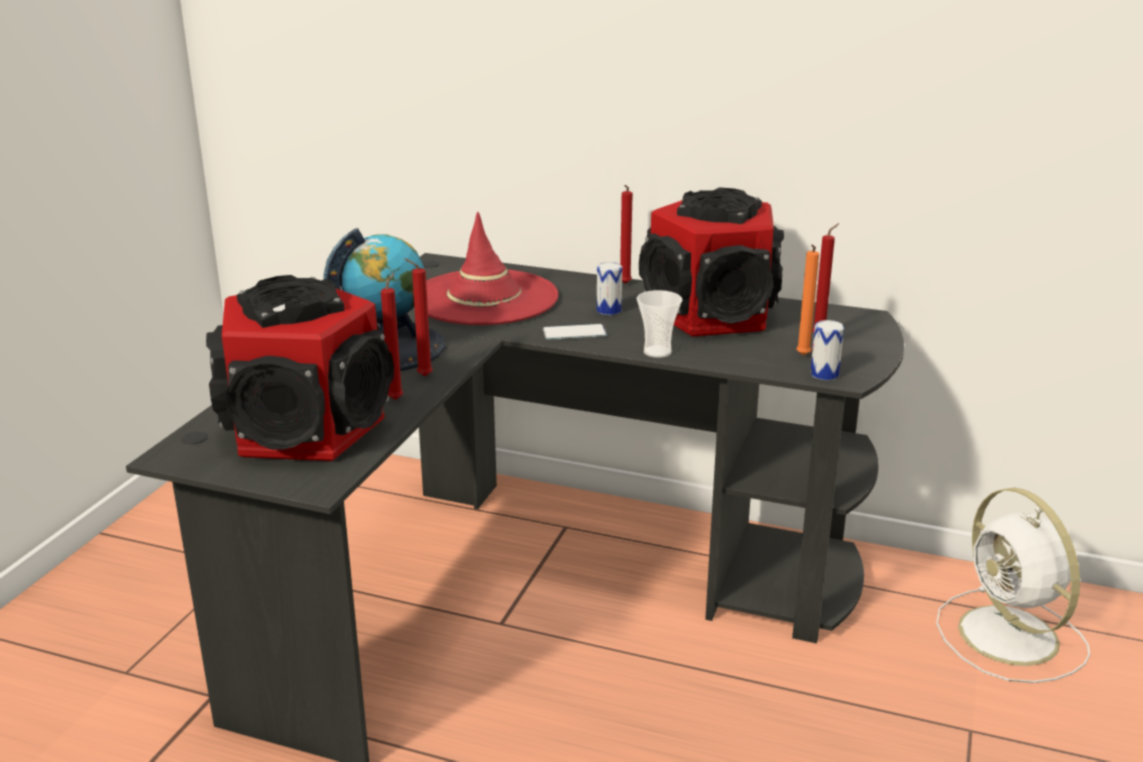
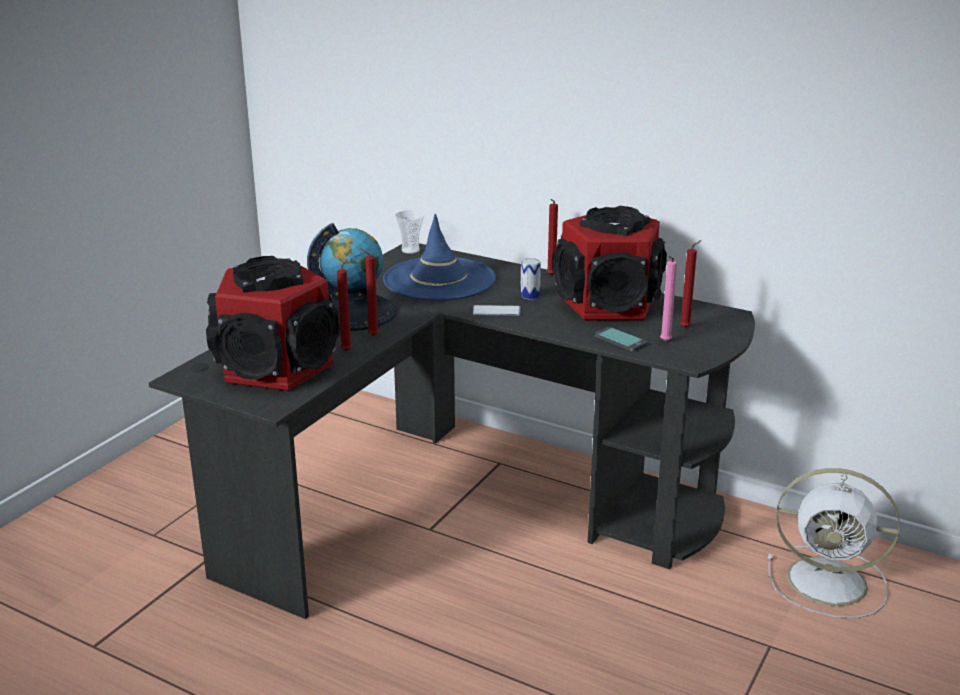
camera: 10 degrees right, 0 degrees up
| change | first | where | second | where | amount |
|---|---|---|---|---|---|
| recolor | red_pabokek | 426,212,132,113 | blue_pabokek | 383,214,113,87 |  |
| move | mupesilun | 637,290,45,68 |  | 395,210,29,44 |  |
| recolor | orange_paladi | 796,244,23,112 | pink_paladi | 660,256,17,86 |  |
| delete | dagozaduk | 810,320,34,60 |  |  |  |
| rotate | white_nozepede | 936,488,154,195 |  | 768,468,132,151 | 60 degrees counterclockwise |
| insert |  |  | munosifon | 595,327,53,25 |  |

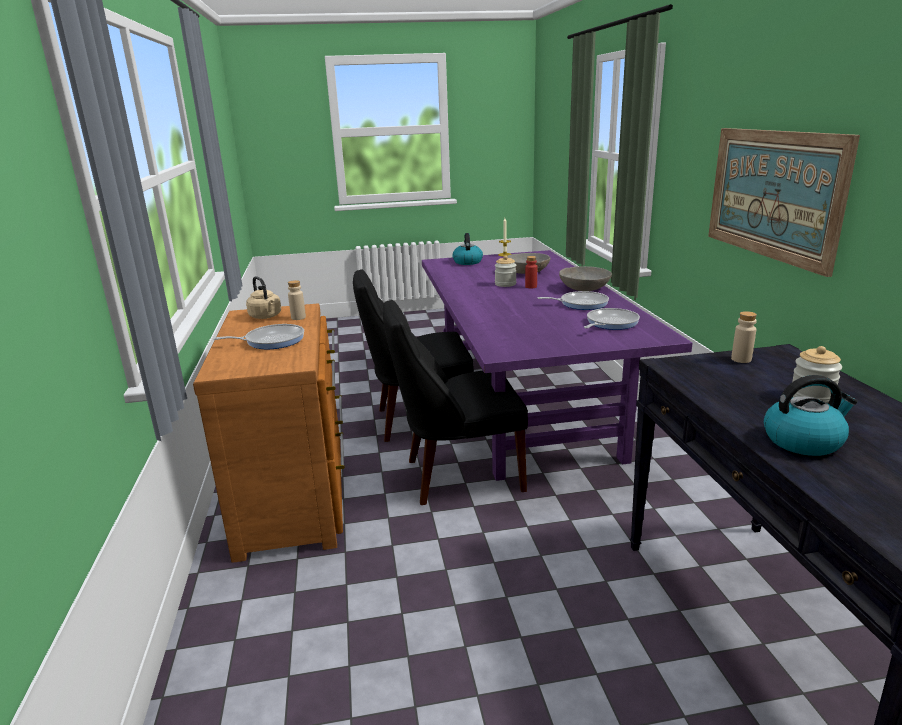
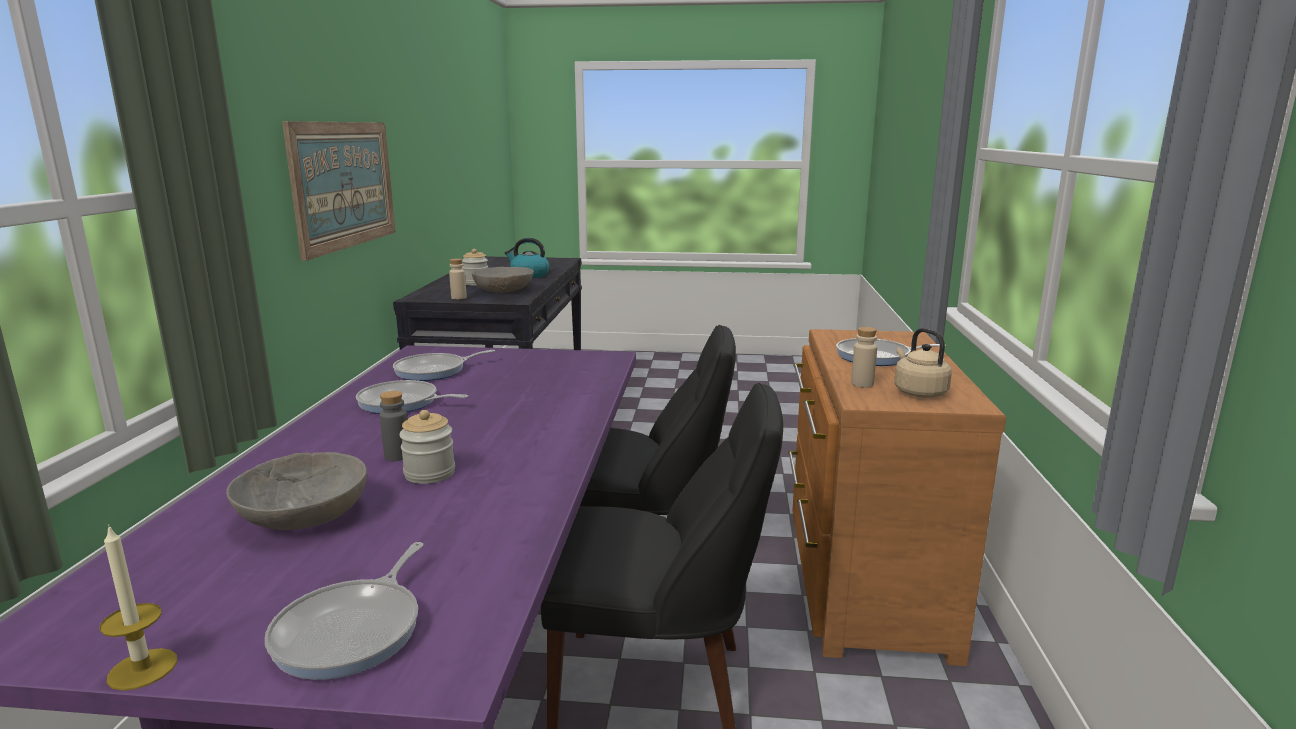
camera: 165 degrees left, 5 degrees down
| change | first | where | second | where | amount |
|---|---|---|---|---|---|
| replace | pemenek | 452,233,31,32 | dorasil | 265,542,158,138 |  |
| recolor | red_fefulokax | 525,256,12,32 | grey_fefulokax | 380,391,28,70 |  |
| move | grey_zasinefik | 559,266,53,25 |  | 472,267,62,26 |  |

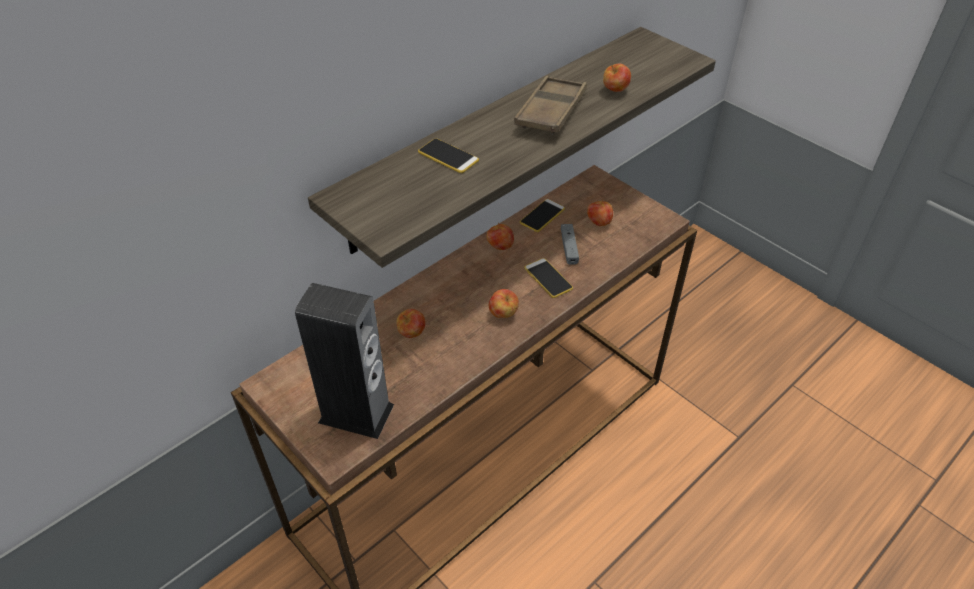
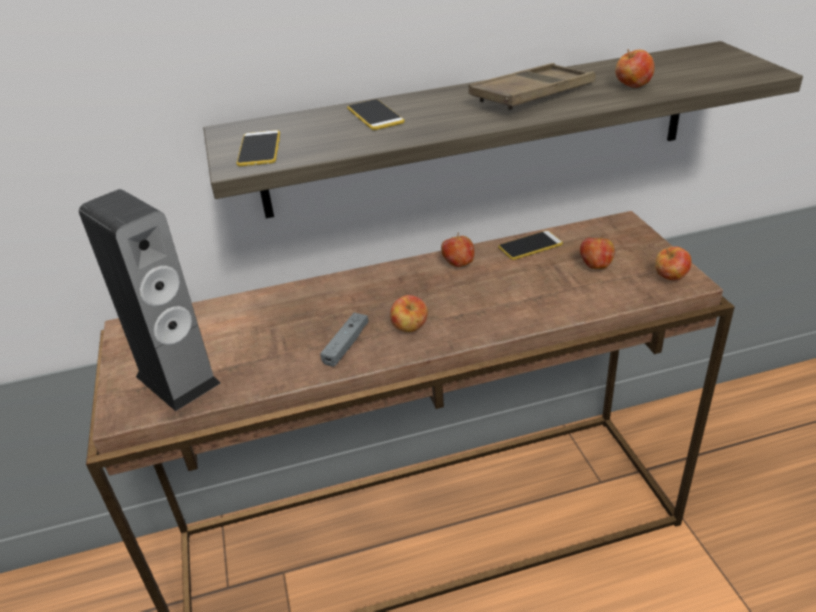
camera: 30 degrees right, 10 degrees down
| change | first | where | second | where | amount |
|---|---|---|---|---|---|
| move | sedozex | 397,309,28,29 |  | 655,246,36,34 |  |
| move | munosifon | 524,258,49,40 |  | 236,130,44,36 |  |
| move | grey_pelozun | 561,224,18,41 |  | 320,313,49,54 |  |

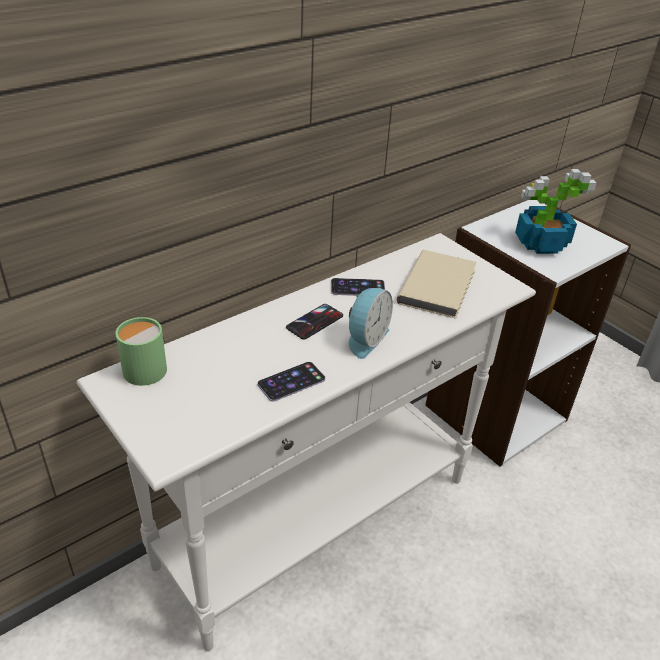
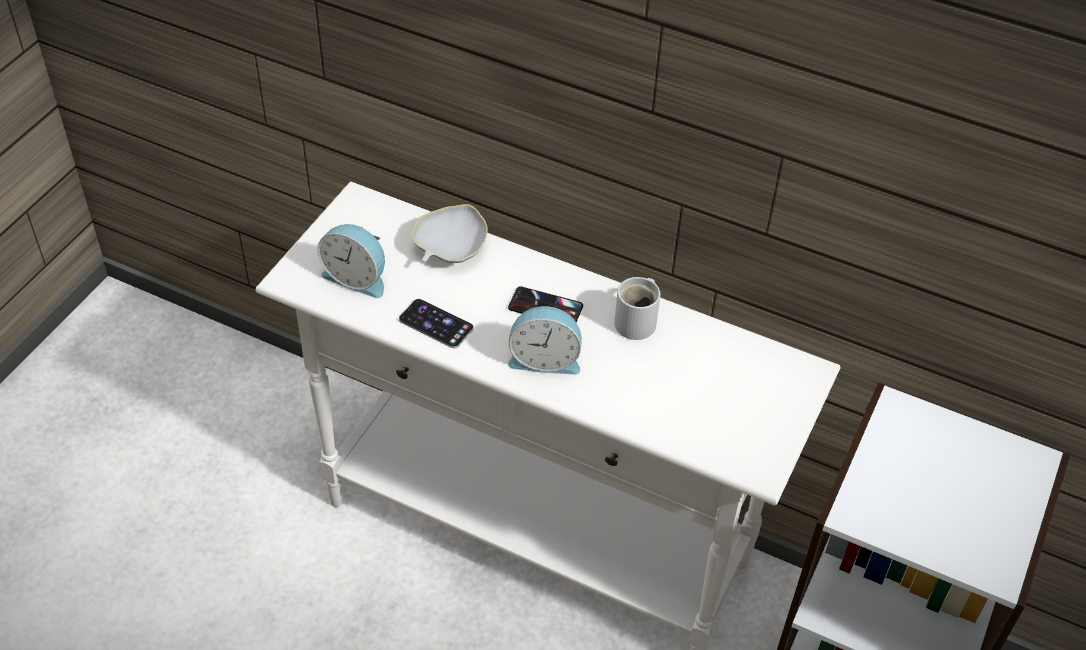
camera: 65 degrees right, 10 degrees up
| change | first | where | second | where | amount |
|---|---|---|---|---|---|
| delete | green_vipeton | 115,317,52,69 |  |  |  |
| replace | munosifon | 331,278,54,18 | white_vipeton | 614,277,46,63 |  |
| delete | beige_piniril | 397,250,80,69 |  |  |  |
| delete | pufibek | 515,169,82,85 |  |  |  |
| insert |  |  | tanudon | 318,224,67,74 |  |
| insert |  |  | white_zasinefik | 412,204,76,59 |  |

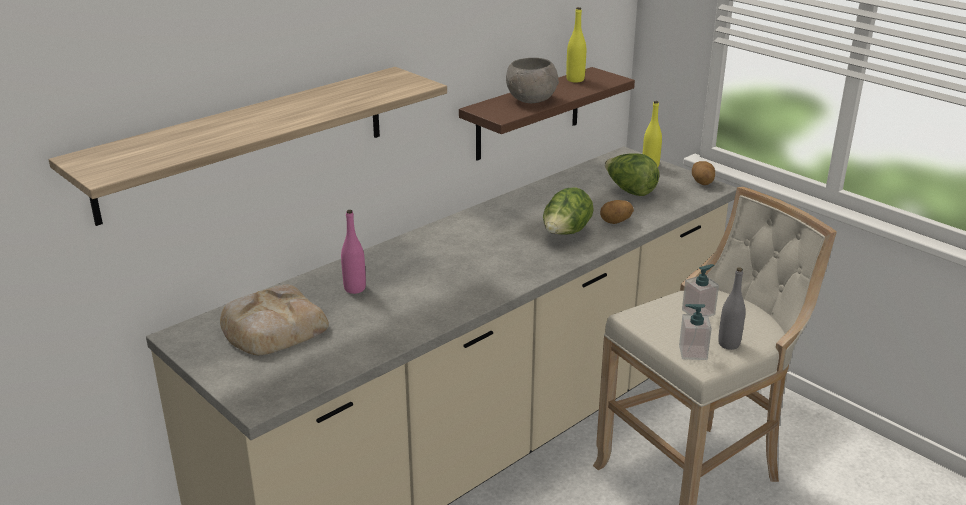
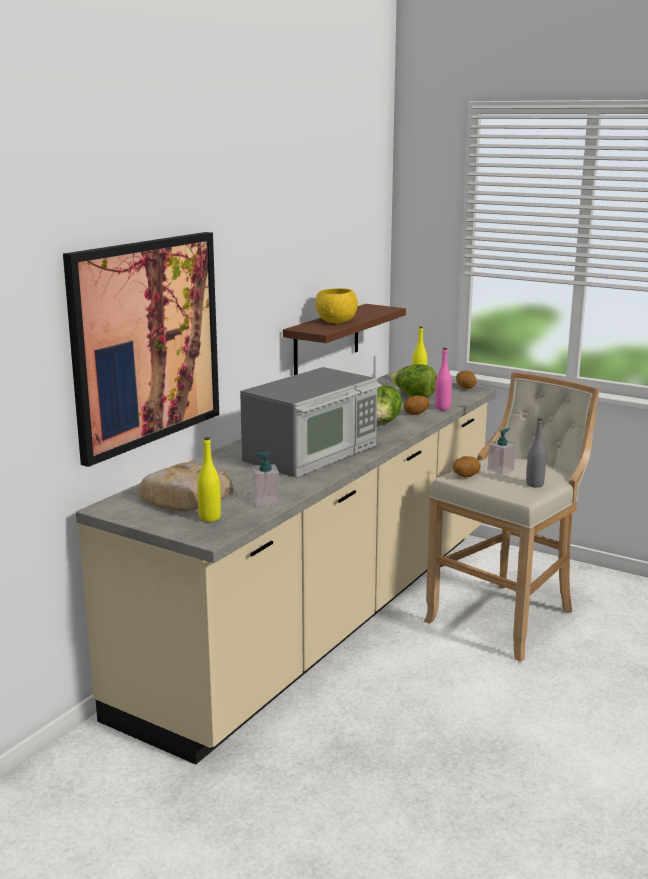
camera: 15 degrees left, 10 degrees down
| change | first | where | second | where | amount |
|---|---|---|---|---|---|
| replace | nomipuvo | 48,67,399,159 | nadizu | 63,232,156,235 |  |
| move | pink_fefulokax | 341,210,25,84 |  | 435,348,17,62 |  |
| recolor | grey_zasinefik | 506,58,53,45 | yellow_zasinefik | 315,288,43,35 |  |
| move | yellow_fefulokax | 566,7,20,76 |  | 197,437,24,85 |  |
| move | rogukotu | 679,304,33,56 |  | 252,452,27,54 |  |
| insert |  |  | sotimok | 240,367,142,111 |  |
| insert |  |  | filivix | 453,456,28,22 |  |

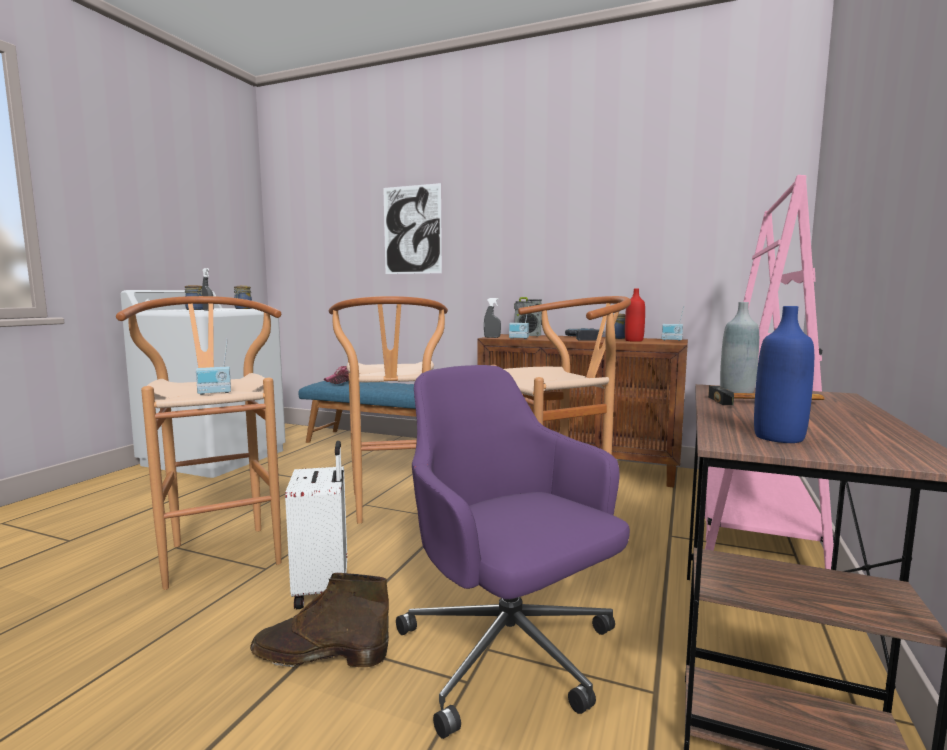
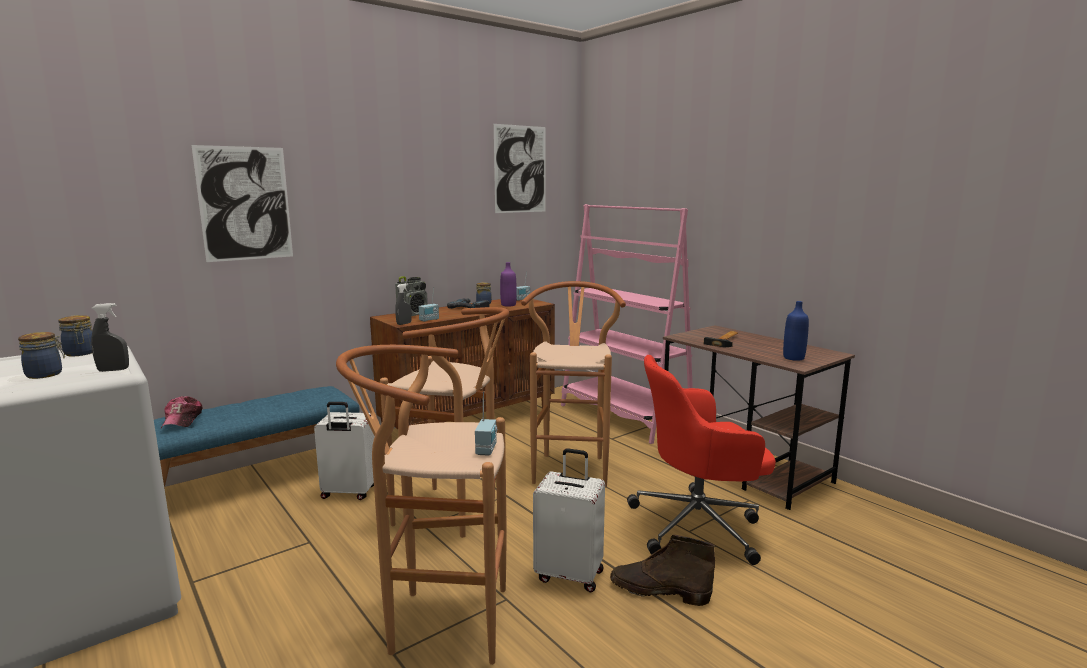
camera: 60 degrees left, 5 degrees up
| change | first | where | second | where | amount |
|---|---|---|---|---|---|
| rotate | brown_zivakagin | 250,573,139,94 |  | 610,535,105,71 | 75 degrees clockwise |
| recolor | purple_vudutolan | 396,365,234,374 | red_vudutolan | 627,355,149,210 |  |
| recolor | red_fefulokax | 625,289,20,53 | purple_fefulokax | 500,262,17,45 |  |
| delete | grey_fefulokax | 720,302,39,91 |  |  |  |
| insert |  |  | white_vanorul | 314,402,61,98 |  |
| insert |  |  | nadizu | 493,124,52,89 |  |

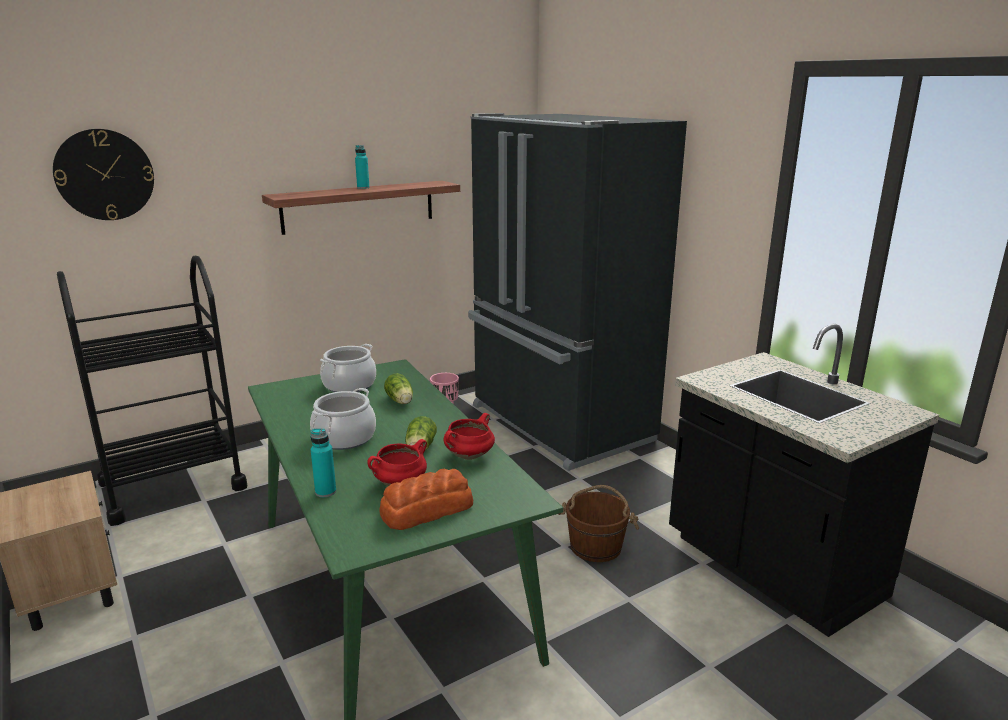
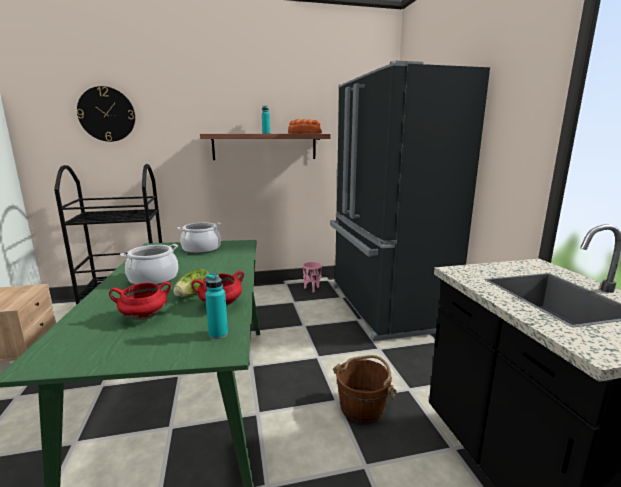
camera: 20 degrees right, 5 degrees down
| change | first | where | second | where | amount |
|---|---|---|---|---|---|
| move | turquoise_fefulokax | 310,428,26,69 |  | 205,273,23,66 |  |
| move | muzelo | 379,468,94,62 |  | 288,119,34,15 |  |
| delete | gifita | 384,373,29,31 |  |  |  |

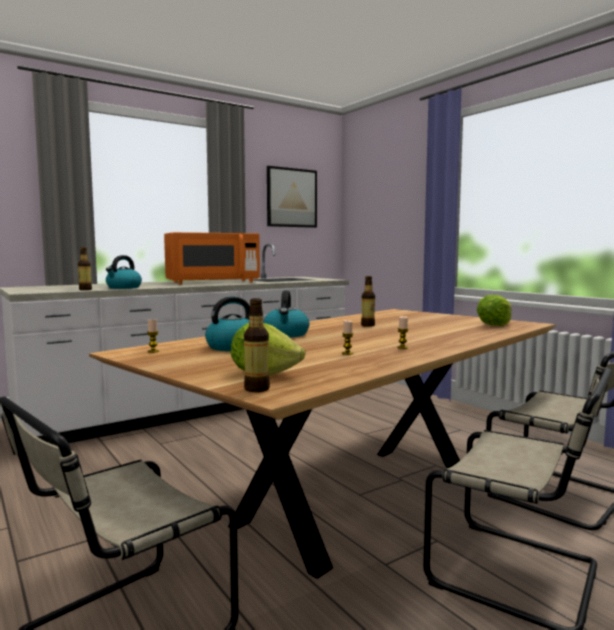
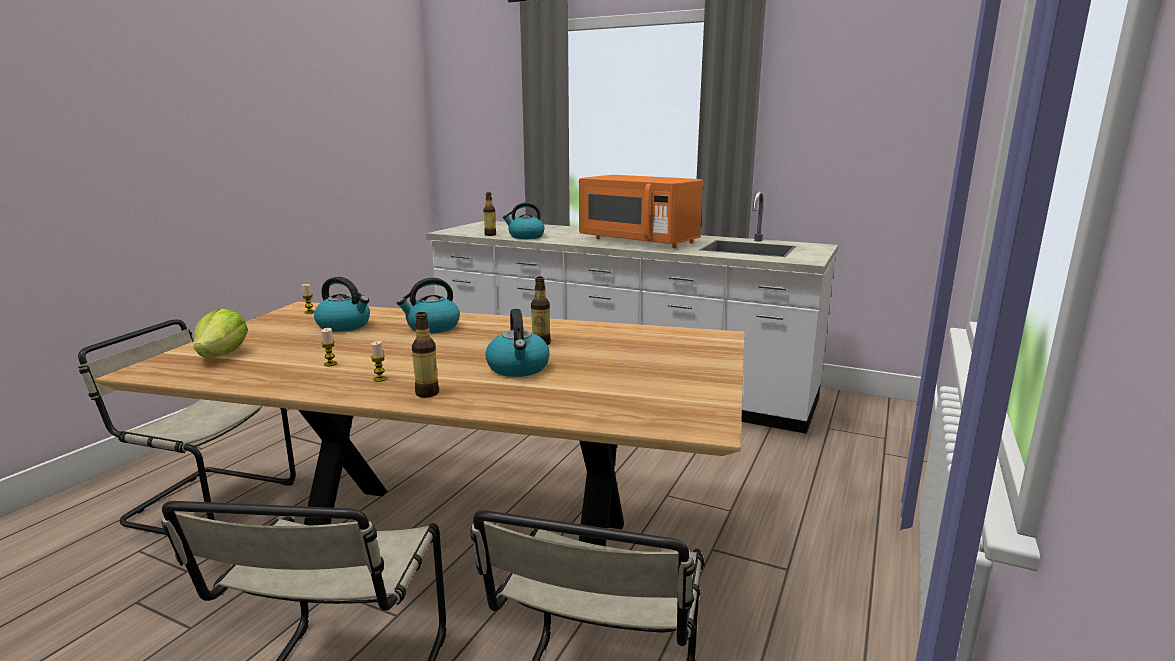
camera: 60 degrees right, 10 degrees up
| change | first | where | second | where | amount |
|---|---|---|---|---|---|
| move | fefulokax | 244,298,26,94 |  | 412,312,27,86 |  |
| delete | nadizu | 267,166,50,62 |  |  |  |
| delete | gifita | 477,295,34,31 |  |  |  |
| insert |  |  | pemenek | 485,309,64,68 |  |

